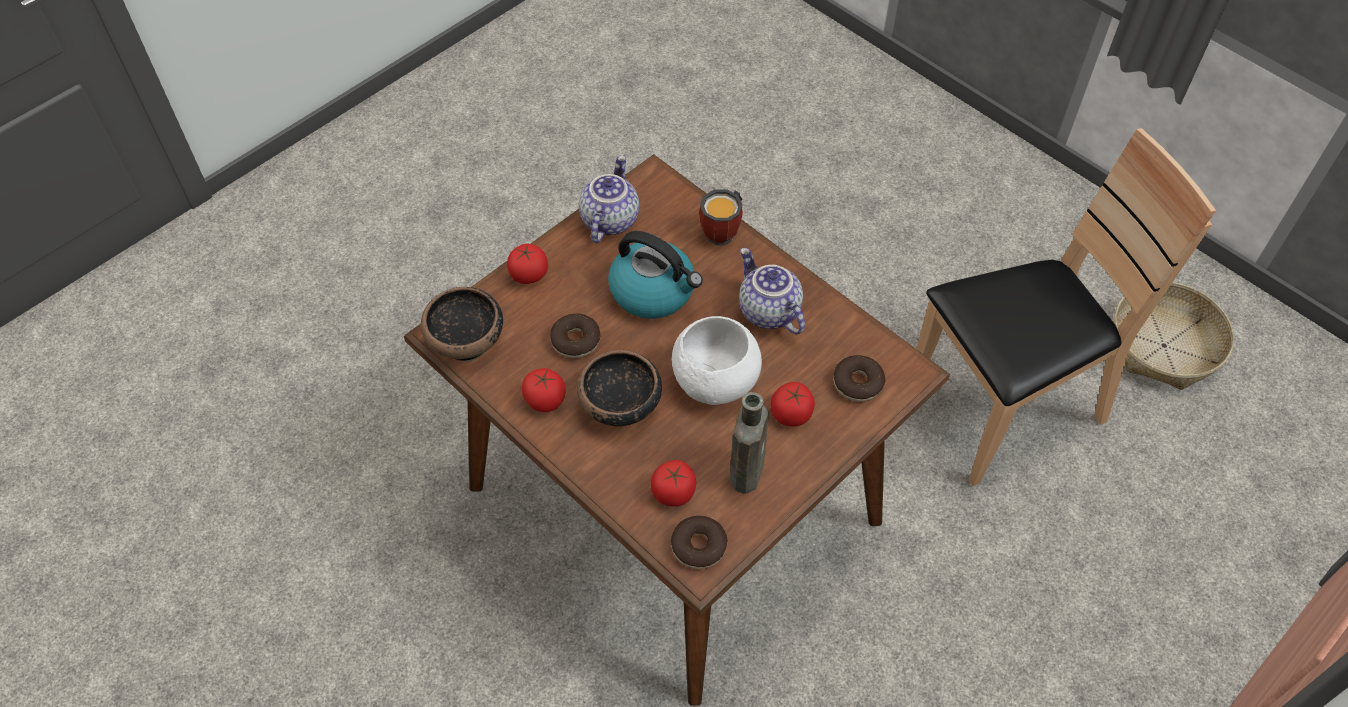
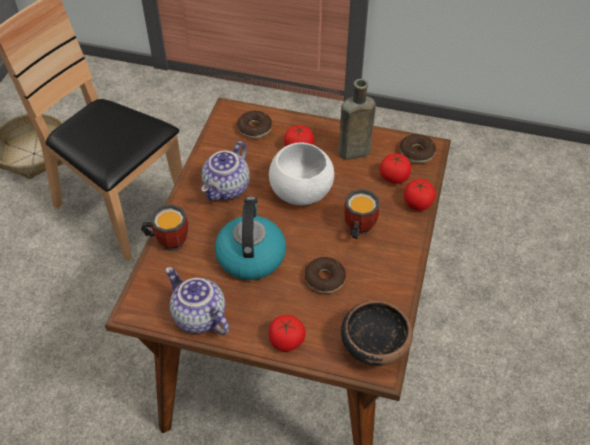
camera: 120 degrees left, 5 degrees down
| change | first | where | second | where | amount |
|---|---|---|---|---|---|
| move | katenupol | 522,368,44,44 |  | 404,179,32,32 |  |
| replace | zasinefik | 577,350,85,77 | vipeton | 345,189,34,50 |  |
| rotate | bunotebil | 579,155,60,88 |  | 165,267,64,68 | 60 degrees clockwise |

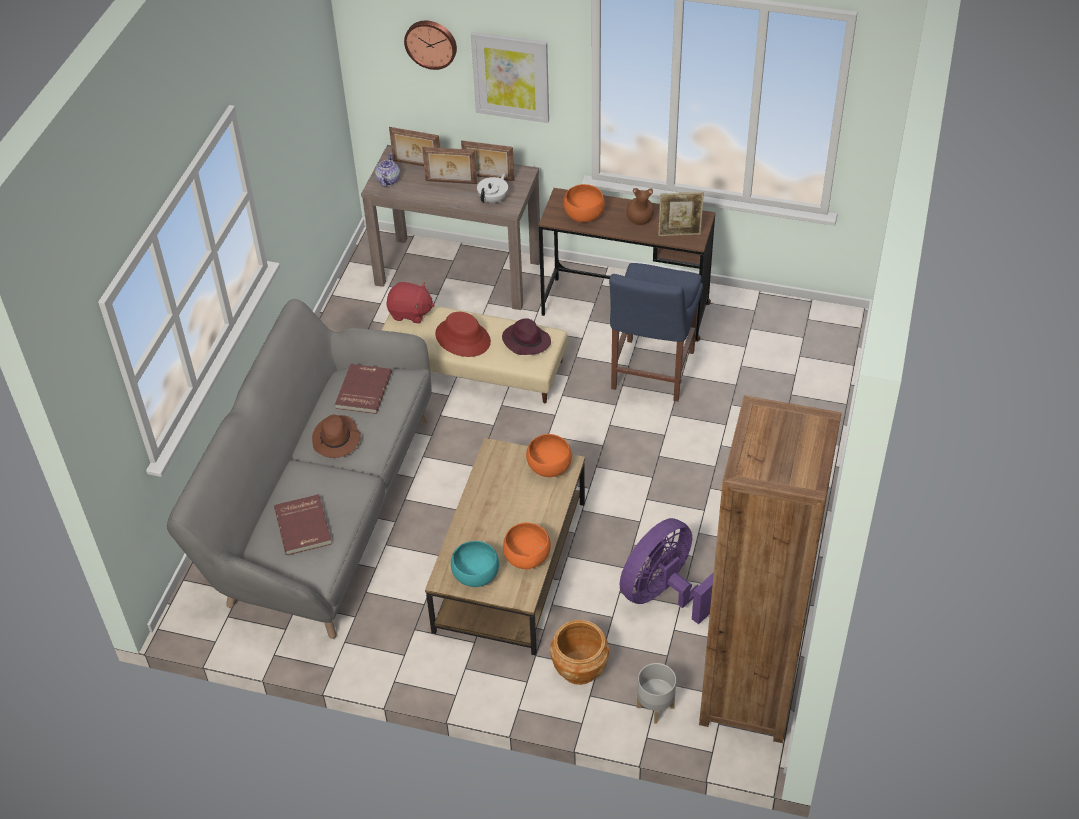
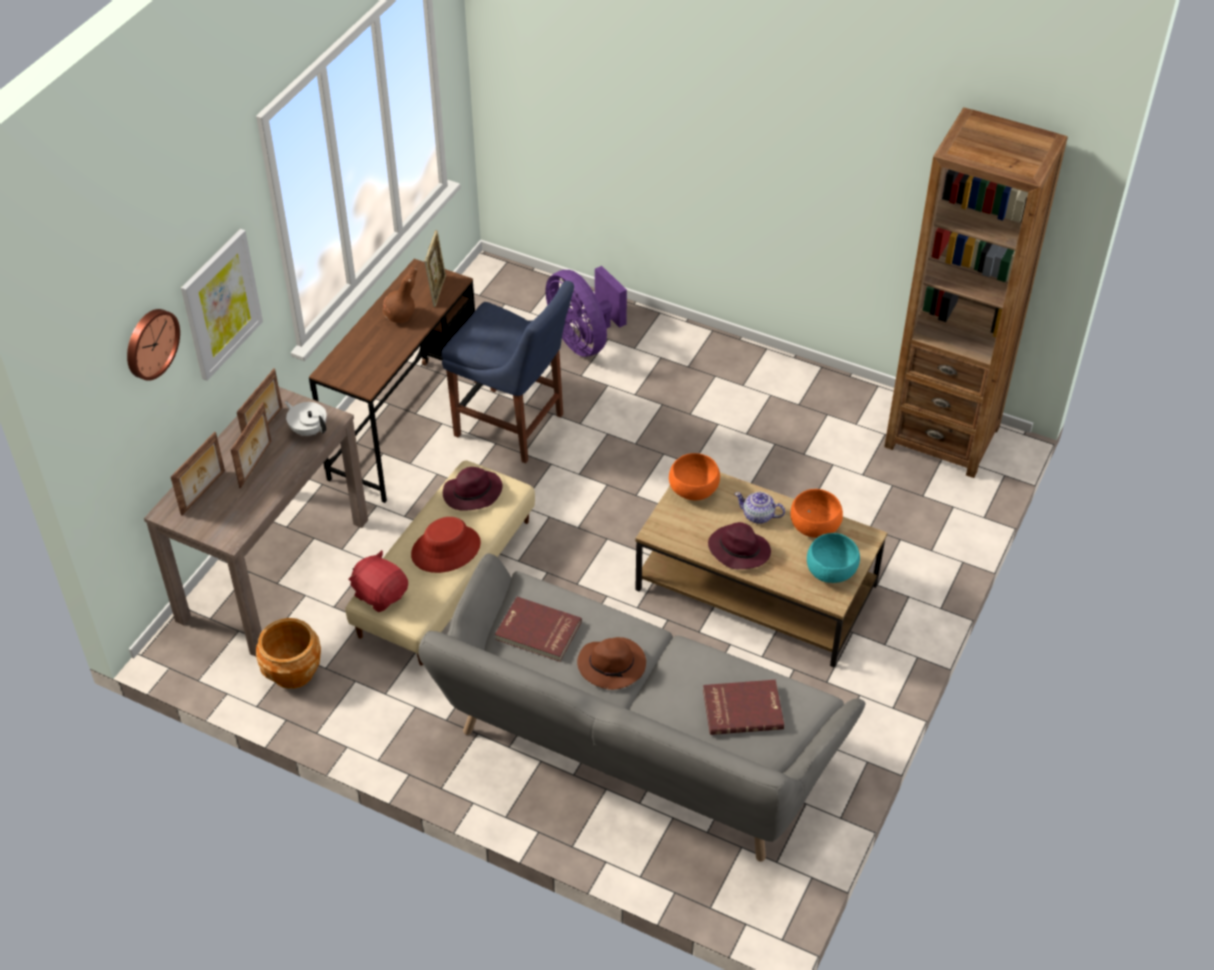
camera: 80 degrees left, 0 degrees up
| change | first | where | second | where | amount |
|---|---|---|---|---|---|
| move | bunotebil | 375,153,25,34 |  | 735,492,50,32 |  |
| rotate | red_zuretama | 387,282,48,41 |  | 348,550,60,62 | 75 degrees counterclockwise |
| move | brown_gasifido | 550,620,59,65 |  | 256,618,65,71 |  |
| delete | orange_zasinefik | 563,184,42,38 |  |  |  |
| move | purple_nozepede | 620,518,94,106 |  | 546,266,81,91 |  |
| delete | grey_gasifido | 637,663,39,60 |  |  |  |
| insert |  |  | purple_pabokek | 708,522,63,48 |  |

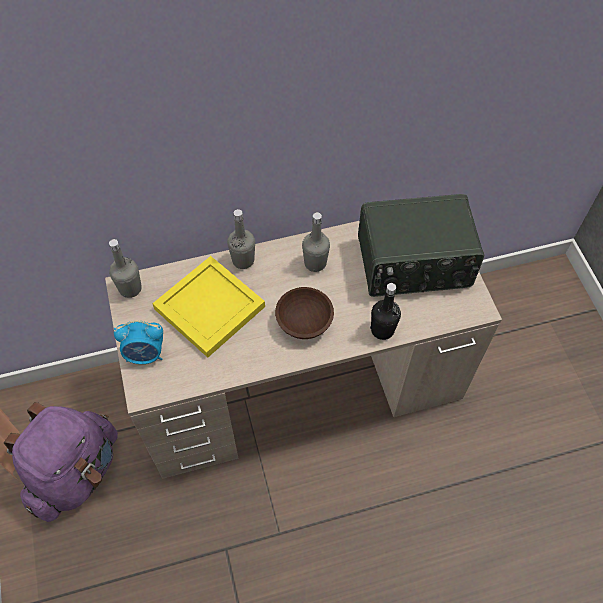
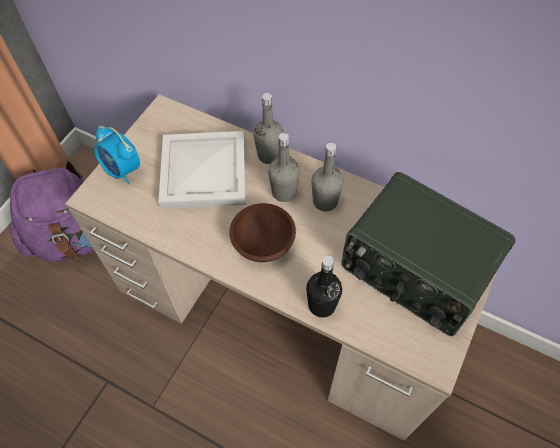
camera: 45 degrees right, 0 degrees up
| change | first | where | second | where | amount |
|---|---|---|---|---|---|
| move | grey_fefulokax | 109,239,33,59 |  | 268,133,32,69 |  |
| recolor | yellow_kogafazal | 152,256,113,102 | white_kogafazal | 158,131,88,78 |  |

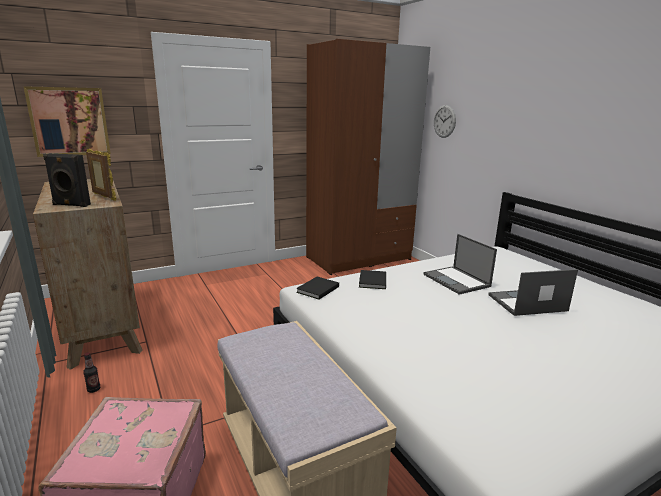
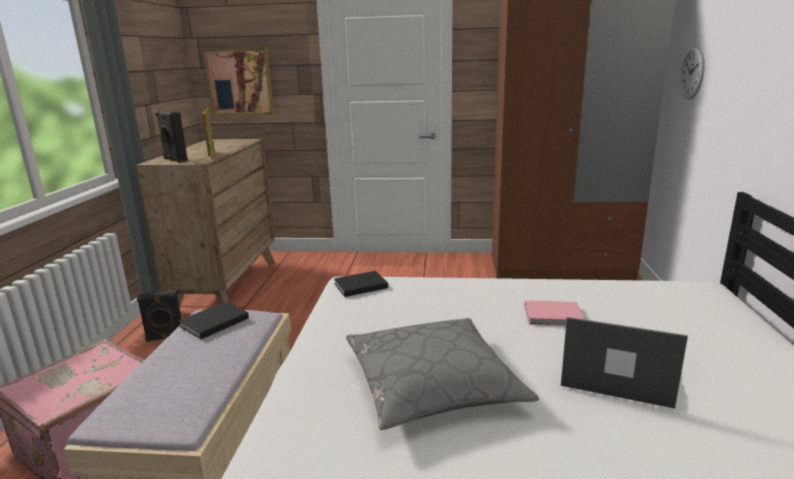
camera: 35 degrees right, 0 degrees up
| change | first | where | second | where | amount |
|---|---|---|---|---|---|
| replace | fefulokax | 83,352,17,41 | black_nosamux | 137,290,44,52 |  |
| move | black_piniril | 359,270,27,19 |  | 178,302,71,37 |  |
| replace | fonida | 423,234,74,61 | pink_piniril | 525,300,60,26 |  |
| insert |  |  | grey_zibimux | 346,318,193,112 |  |

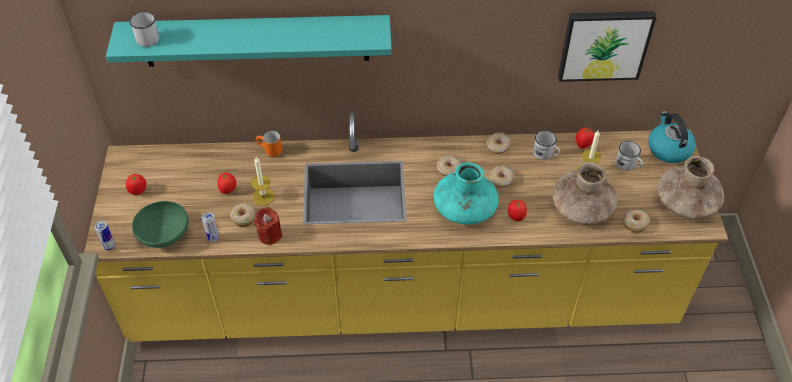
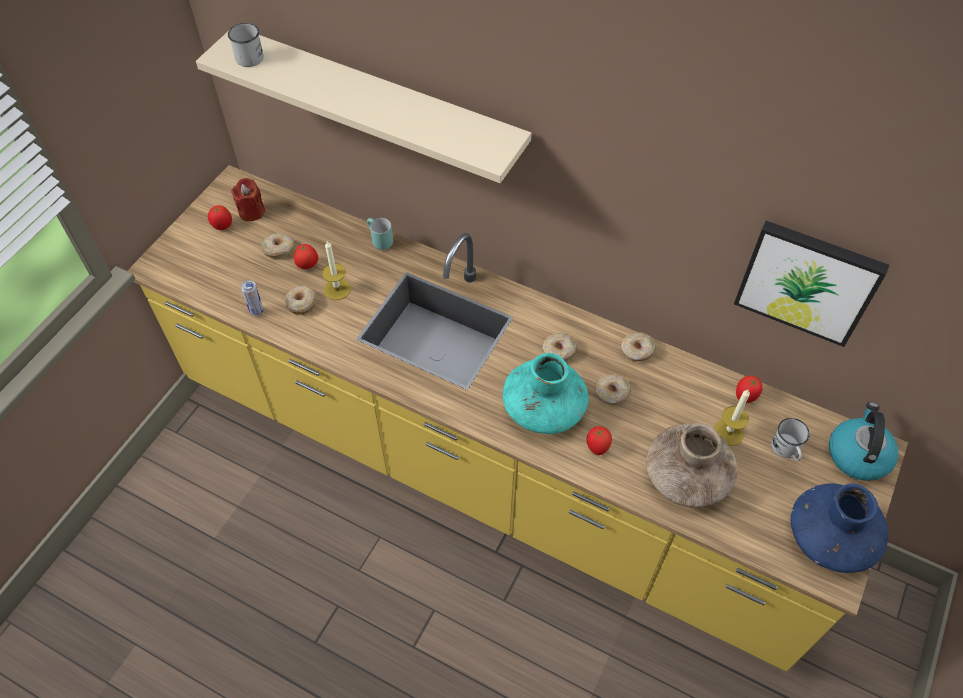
camera: 30 degrees right, 5 degrees up
| change | first | where | second | where | amount |
|---|---|---|---|---|---|
| delete | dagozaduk | 94,221,21,30 |  |  |  |
| recolor | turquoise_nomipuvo | 106,15,286,52 | beige_nomipuvo | 196,32,336,151 |  |
| delete | green_zasinefik | 132,201,56,47 |  |  |  |
| move | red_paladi | 254,207,29,38 |  | 231,178,34,43 |  |
| recolor | orange_vipeton | 256,131,26,26 | turquoise_vipeton | 367,218,26,32 |  |
| delete | white_vipeton | 533,130,27,30 |  |  |  |
| move | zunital | 623,210,27,23 |  | 261,233,33,26 |  |
| recolor | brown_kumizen | 657,156,67,63 | blue_kumizen | 791,483,98,90 |  |

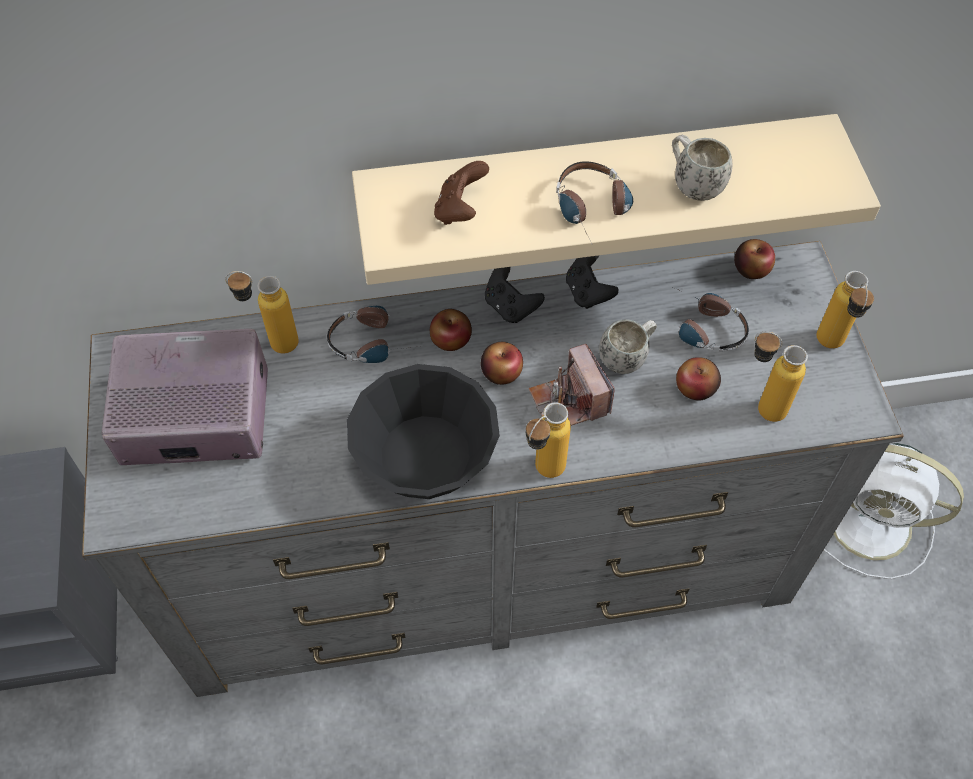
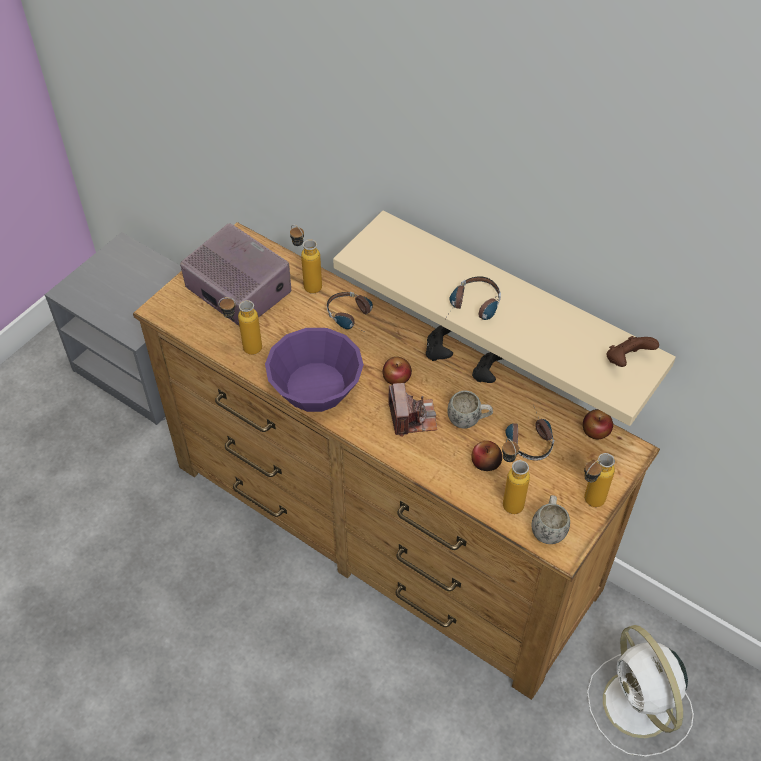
camera: 45 degrees right, 5 degrees down
| change | first | where | second | where | amount |
|---|---|---|---|---|---|
| recolor | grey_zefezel | 82,241,822,456 | brown_zefezel | 133,222,527,478 |  |
| recolor | black_zasinefik | 347,364,153,135 | purple_zasinefik | 265,328,99,84 |  |
| delete | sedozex | 430,309,42,42 |  |  |  |
| move | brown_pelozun | 434,161,55,64 |  | 607,336,52,31 |  |
| move | fefulokax | 526,402,45,76 |  | 218,297,44,58 |  |
| rotate | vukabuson | 529,344,85,82 |  | 388,383,49,54 | 150 degrees clockwise |
| move | white_vipeton | 672,135,60,66 |  | 531,495,39,49 |  |

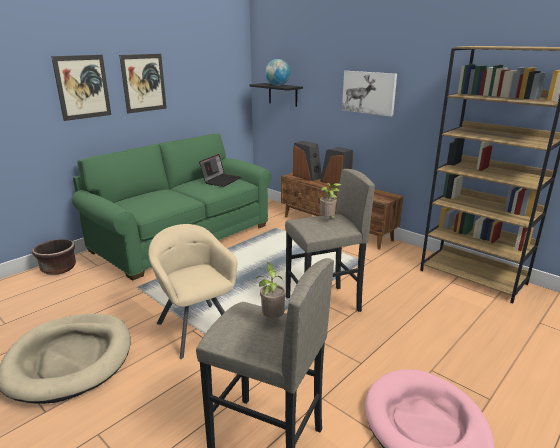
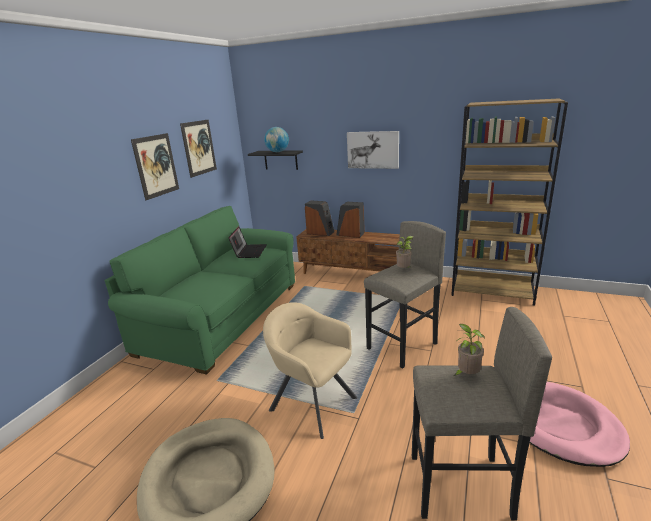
camera: 20 degrees left, 0 degrees up
| change | first | where | second | where | amount |
|---|---|---|---|---|---|
| delete | brown_gasifido | 32,239,44,36 |  |  |  |
| move | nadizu | 51,55,60,66 |  | 180,120,37,58 |  |

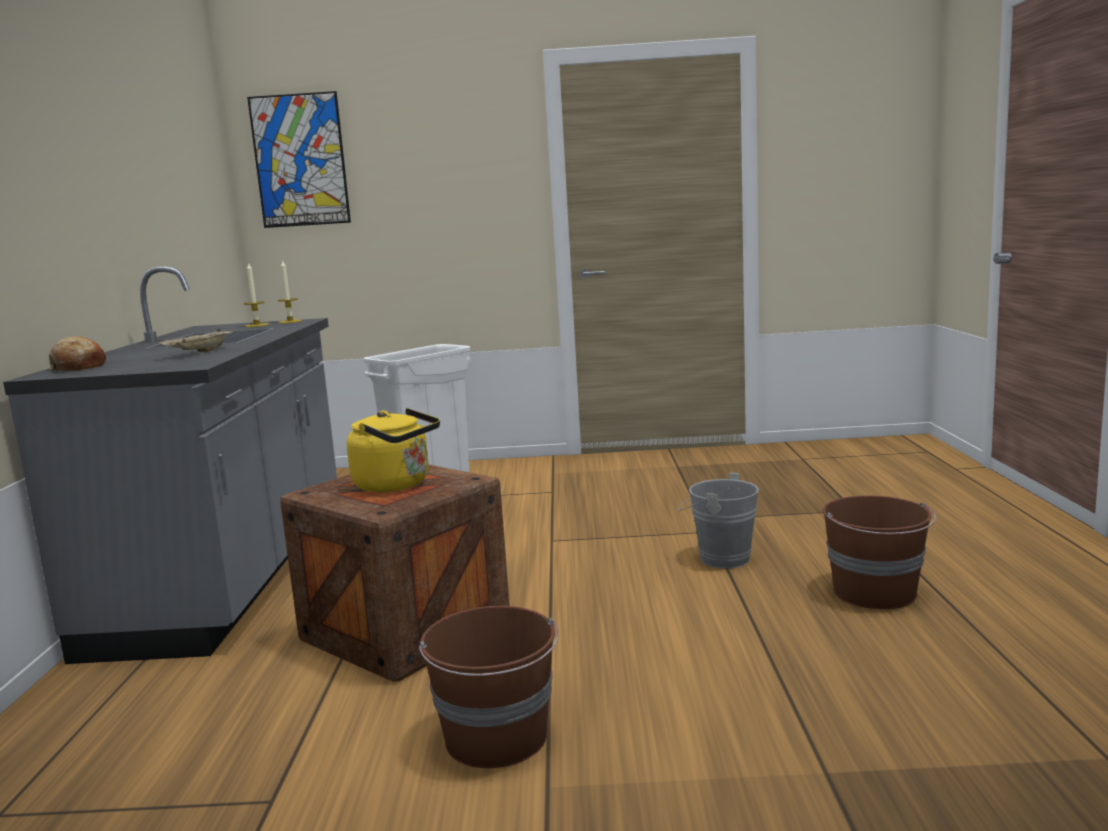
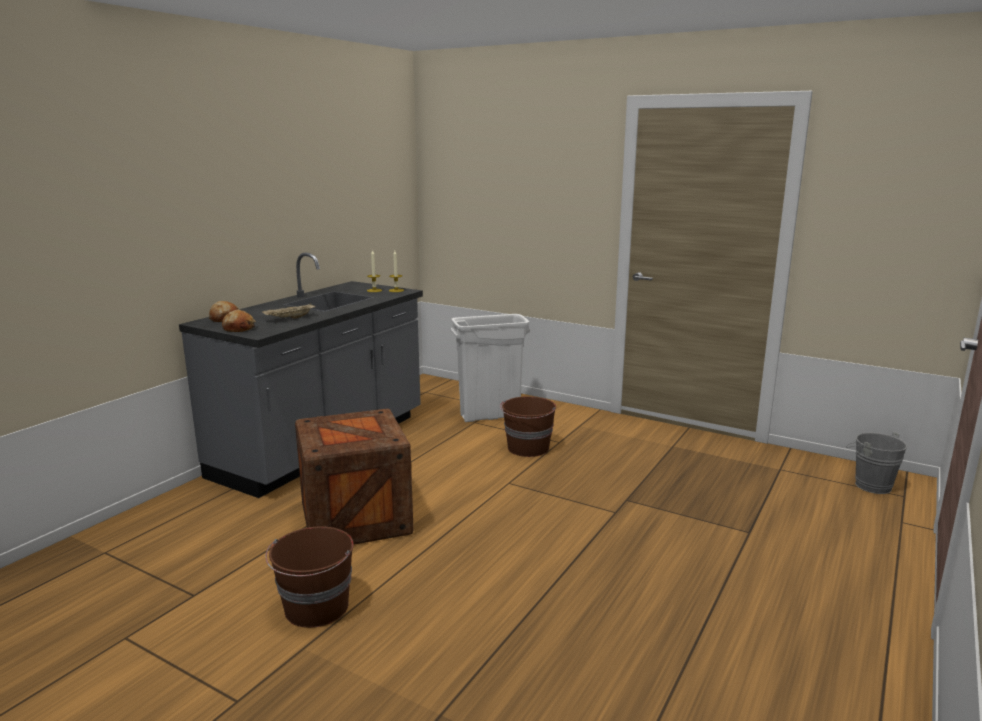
camera: 30 degrees right, 5 degrees up
| change | first | where | second | where | amount |
|---|---|---|---|---|---|
| delete | nadizu | 247,91,104,137 |  |  |  |
| delete | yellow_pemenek | 347,408,93,84 |  |  |  |
| move | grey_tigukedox | 678,473,81,96 |  | 847,432,61,62 |  |
| move | brown_tigukedox | 823,495,113,114 |  | 500,396,56,61 |  |
| insert |  |  | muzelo | 222,310,34,22 |  |

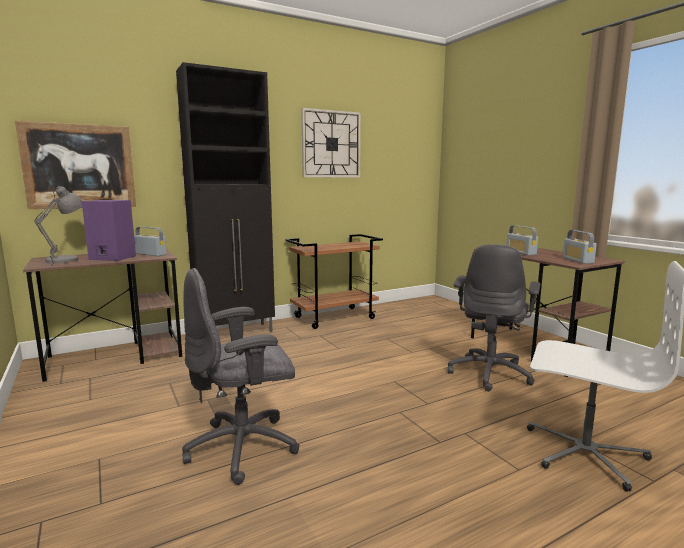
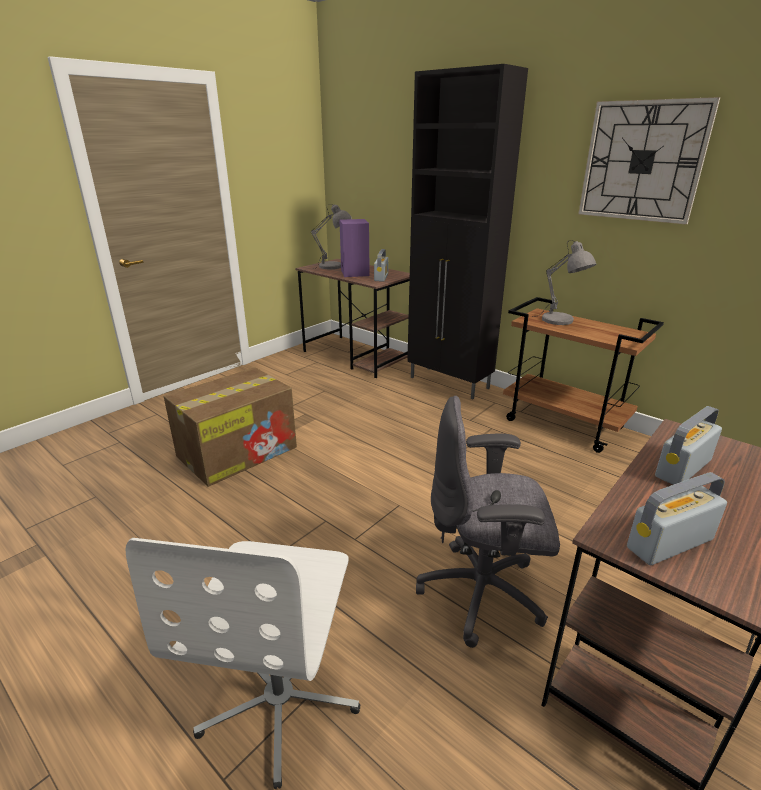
camera: 70 degrees right, 15 degrees up
| change | first | where | second | where | amount |
|---|---|---|---|---|---|
| delete | nadizu | 15,121,121,88 |  |  |  |
| replace | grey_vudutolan | 182,268,117,217 | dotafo | 164,367,133,120 |  |
| insert |  |  | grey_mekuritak | 533,240,63,85 |  |

